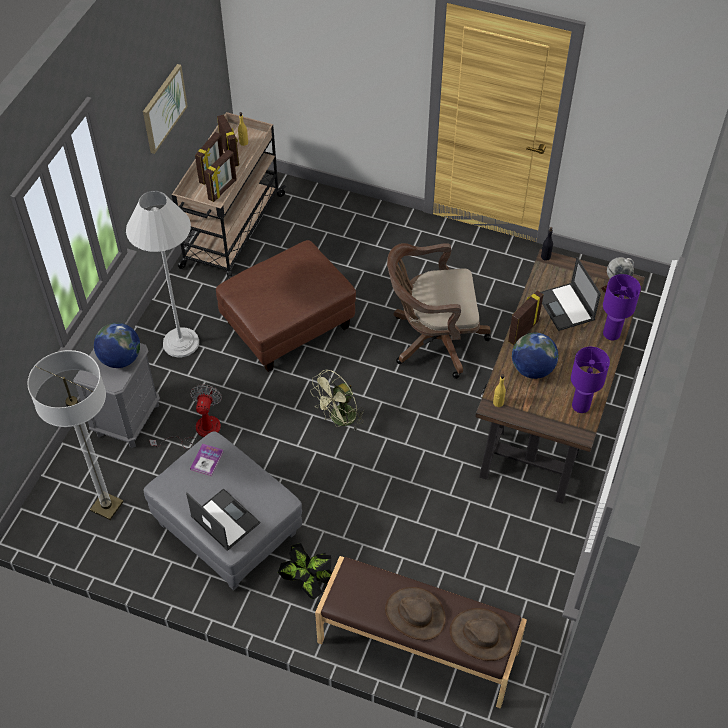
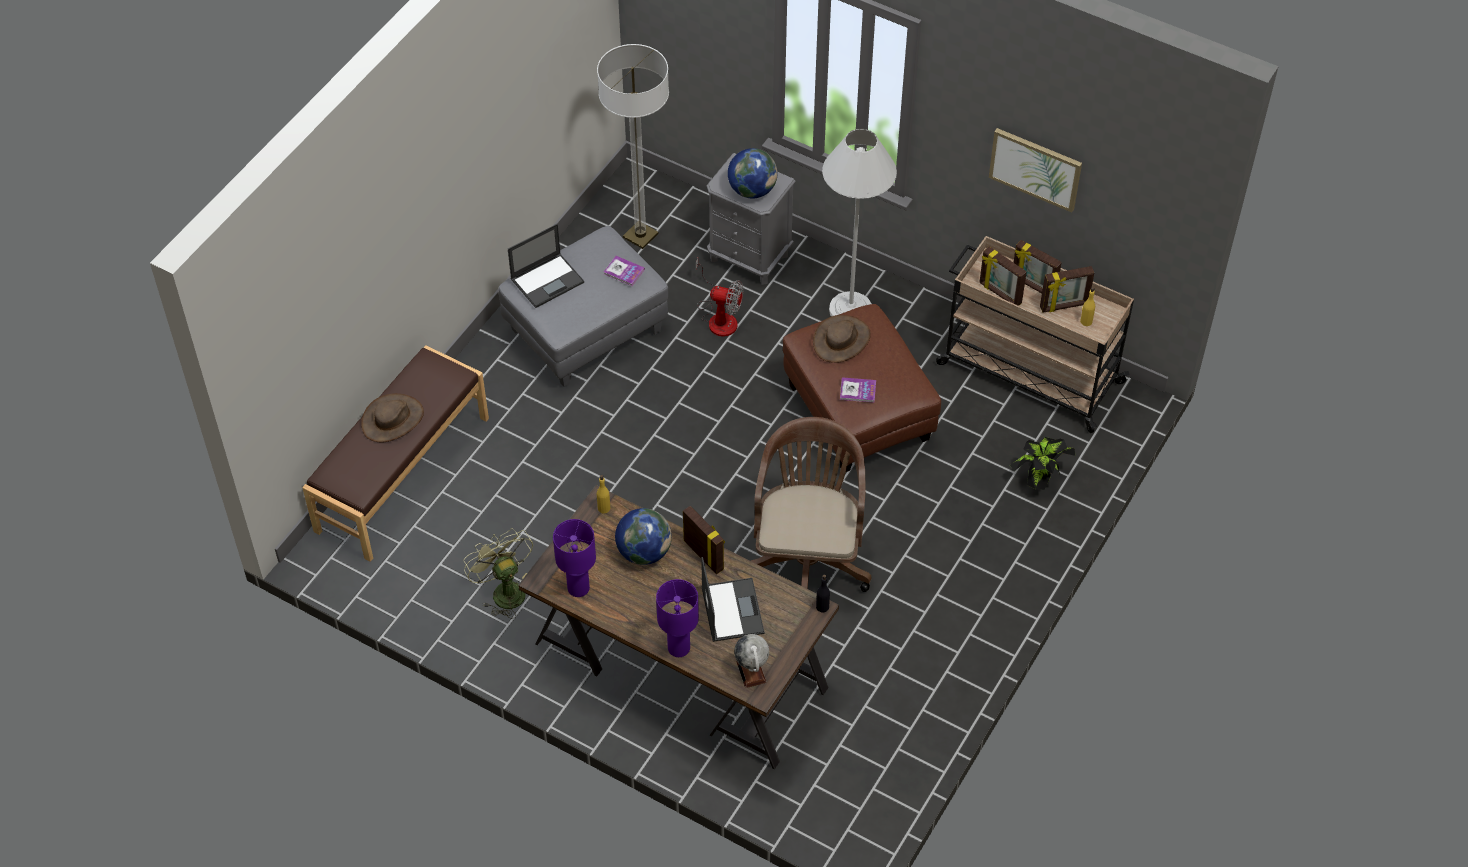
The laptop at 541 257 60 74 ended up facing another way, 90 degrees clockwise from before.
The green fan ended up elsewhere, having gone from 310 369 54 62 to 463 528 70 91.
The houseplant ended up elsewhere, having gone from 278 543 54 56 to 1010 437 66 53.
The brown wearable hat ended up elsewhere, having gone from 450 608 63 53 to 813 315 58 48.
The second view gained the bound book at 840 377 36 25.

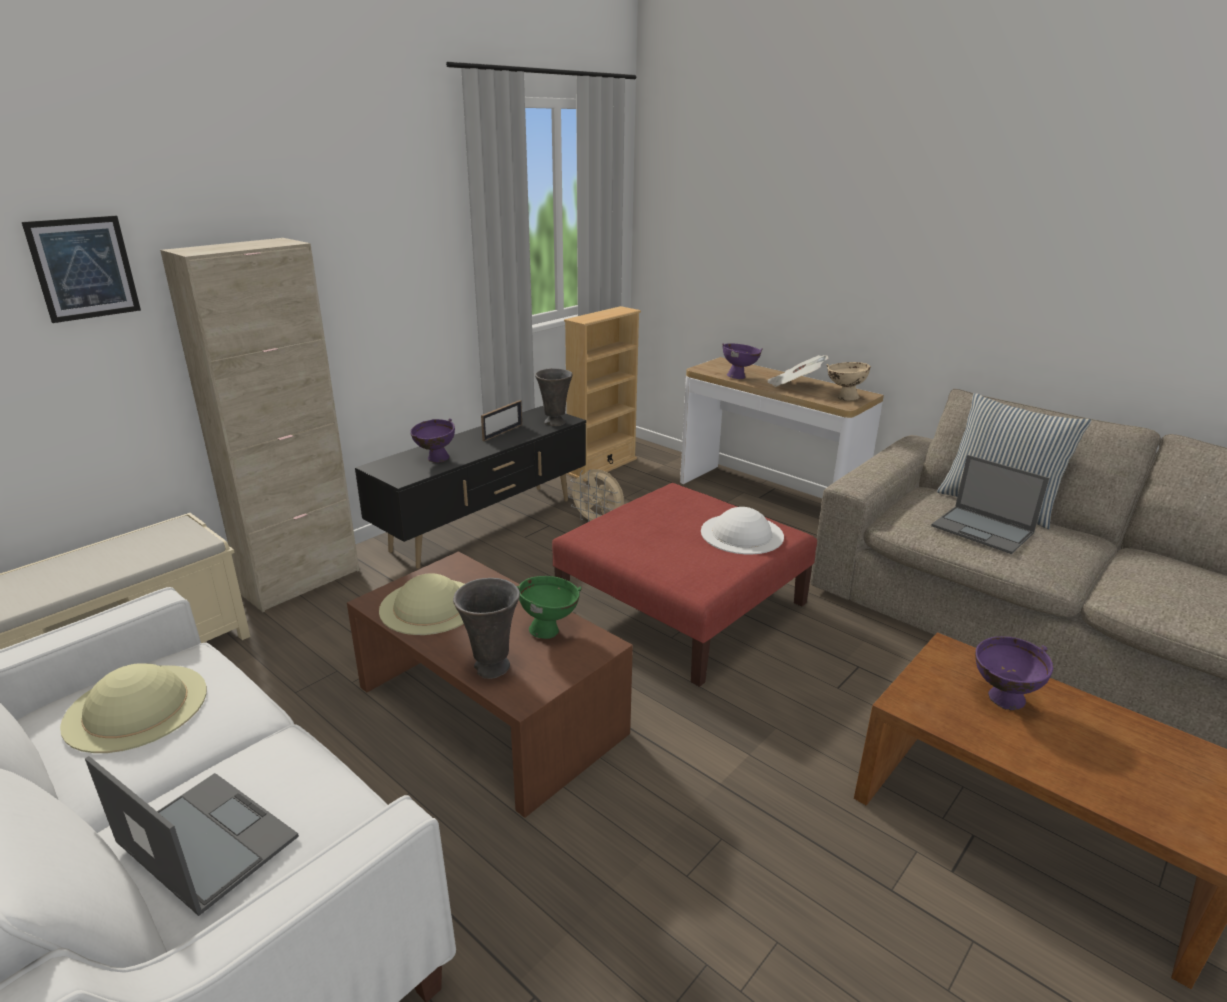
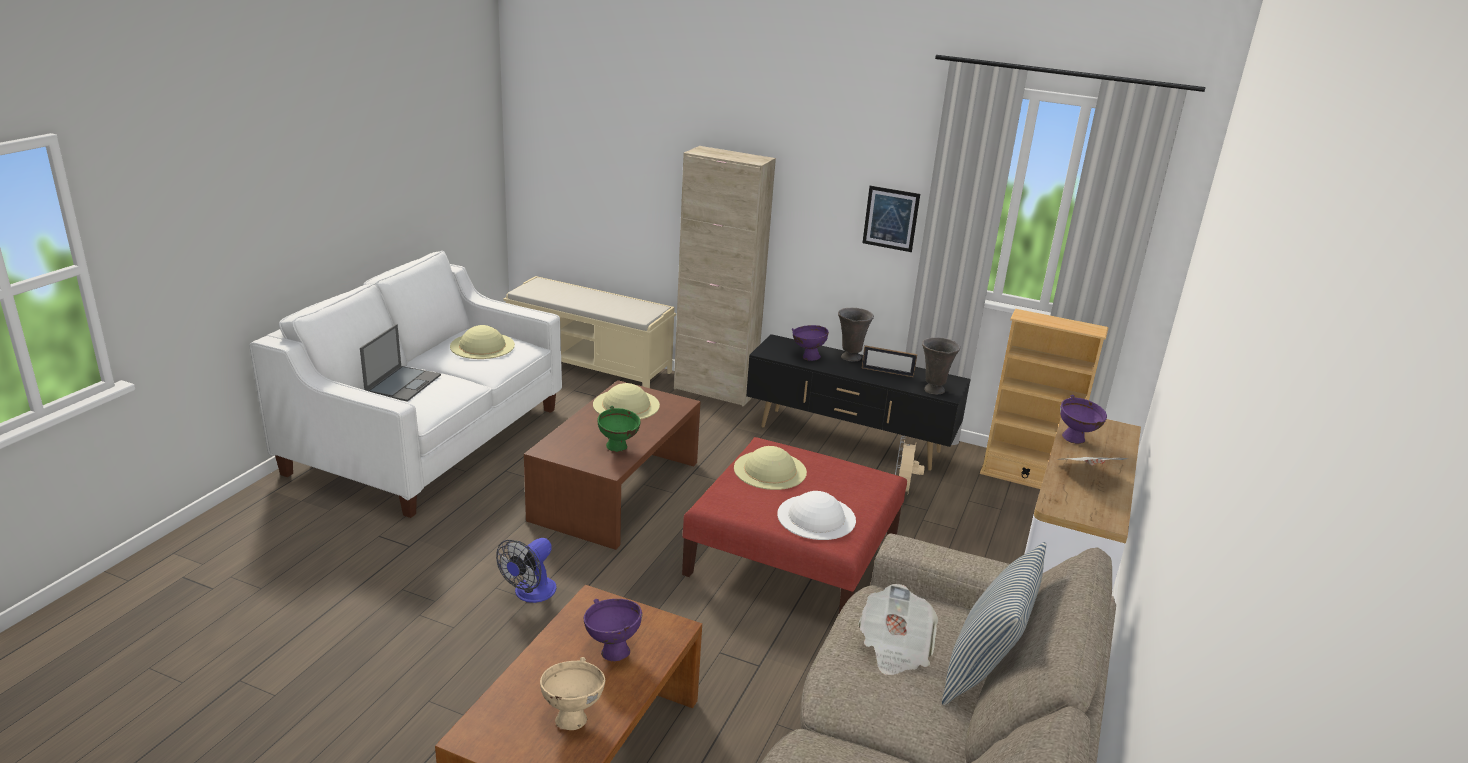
The wall art ended up elsewhere, having gone from 22 216 119 107 to 862 186 58 66.
The sand-coloured bowl ended up elsewhere, having gone from 827 362 44 39 to 540 657 65 73.
Where the laptop stood at 931 455 118 99, the newspaper came to stand at 858 584 80 91.
The gray decorative vase ended up elsewhere, having gone from 453 578 67 101 to 838 308 36 53.
The second view gained the sand-coloured wearable hat at 734 446 73 44.
The second view gained the fan at 496 538 61 65.

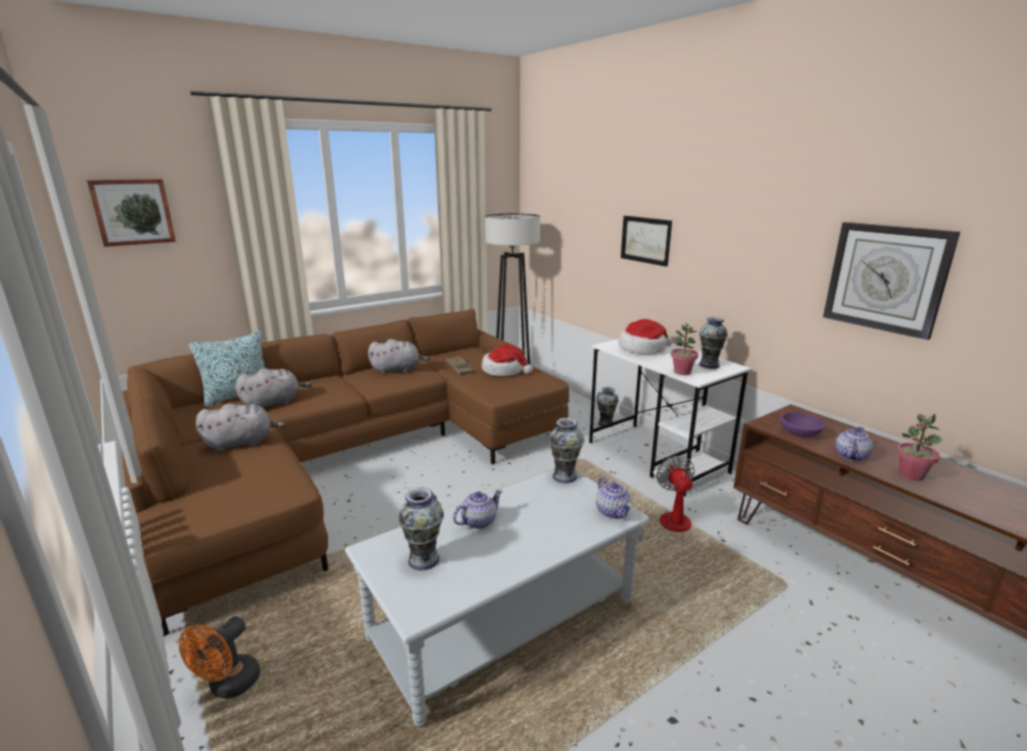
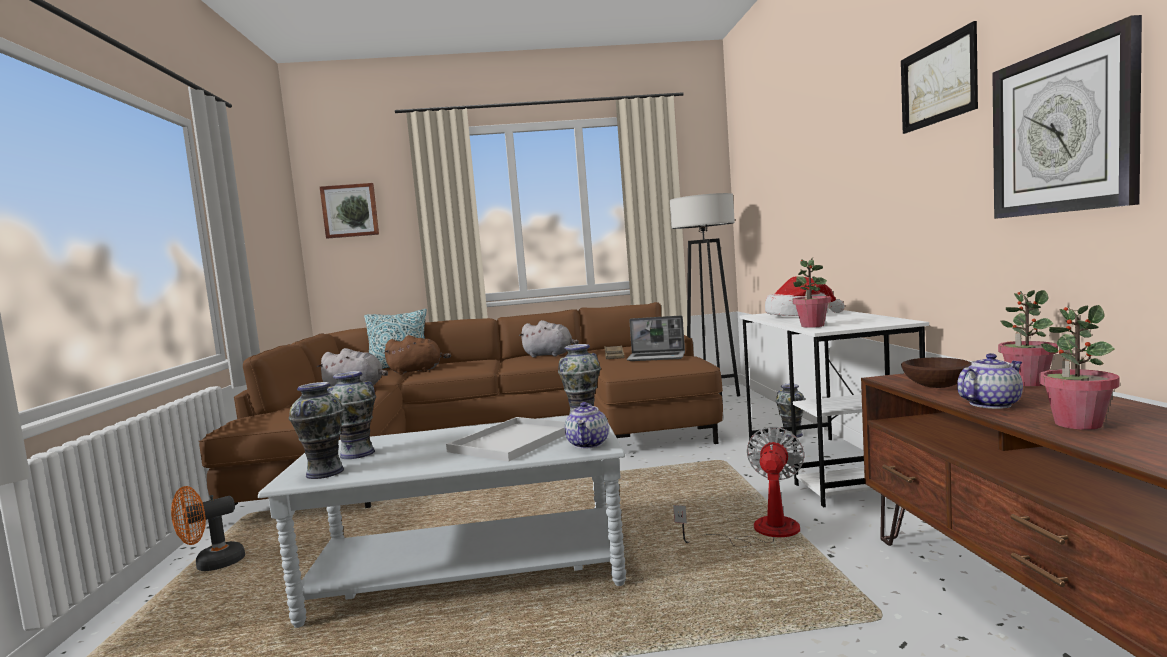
The wall art ended up elsewhere, having gone from 621 216 51 51 to 901 21 77 113.
The decorative vase ended up elsewhere, having gone from 699 317 29 52 to 289 382 55 97.
Where the wearable hat stood at 482 344 51 32, the laptop came to stand at 627 316 58 45.
What was the gray cuddly toy at 235 368 77 40 turned into the brown cuddly toy at 384 335 67 39.
What was the purple bowl at 780 412 45 25 turned into the brown bowl at 901 358 71 30.
The second view lost the teapot at 453 489 49 40.
The second view gained the houseplant at 998 290 60 96.
The second view gained the whitish carrying tray at 446 417 119 45.

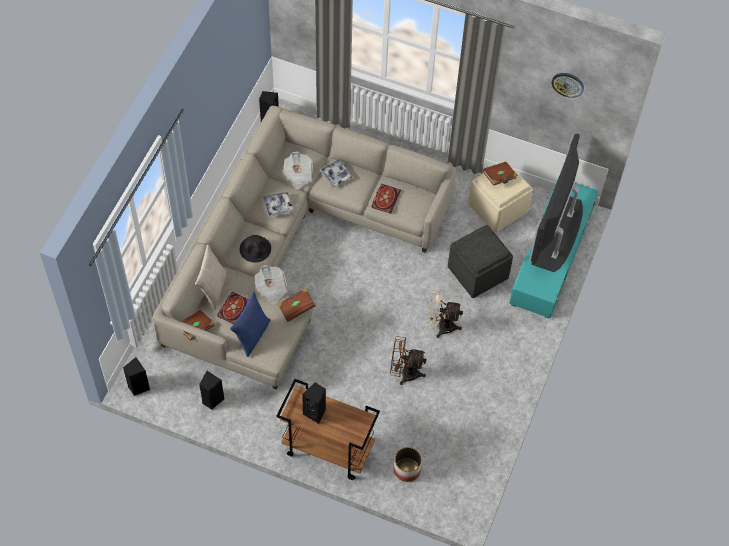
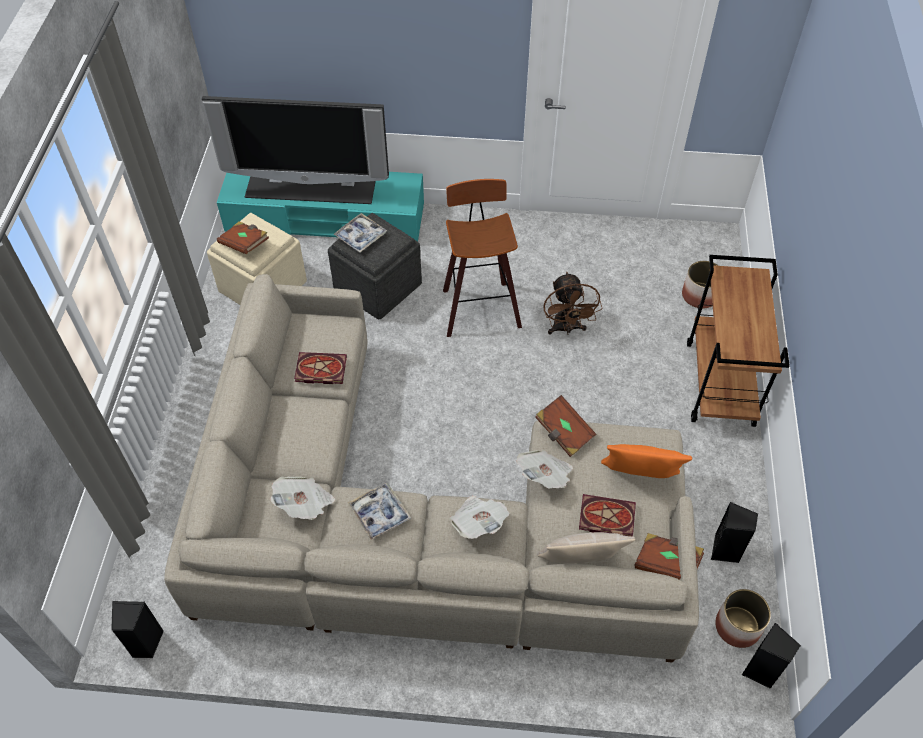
The second view lost the clock on the wall at 552 73 32 25.
The carrying tray ended up elsewhere, having gone from 319 159 35 29 to 333 213 54 40.
Where the black wearable hat stood at 240 235 31 27, the newspaper came to stand at 449 496 60 43.
Where the sand-coloured fan stood at 428 290 35 48, the sitting stool came to stand at 443 179 79 158.
What was the blue-coloured throw pillow at 230 292 41 65 turned into the orange-coloured throw pillow at 601 444 91 34.
The second view lost the black loudspeaker at 302 383 24 41.
The second view gained the planter at 715 589 56 59.

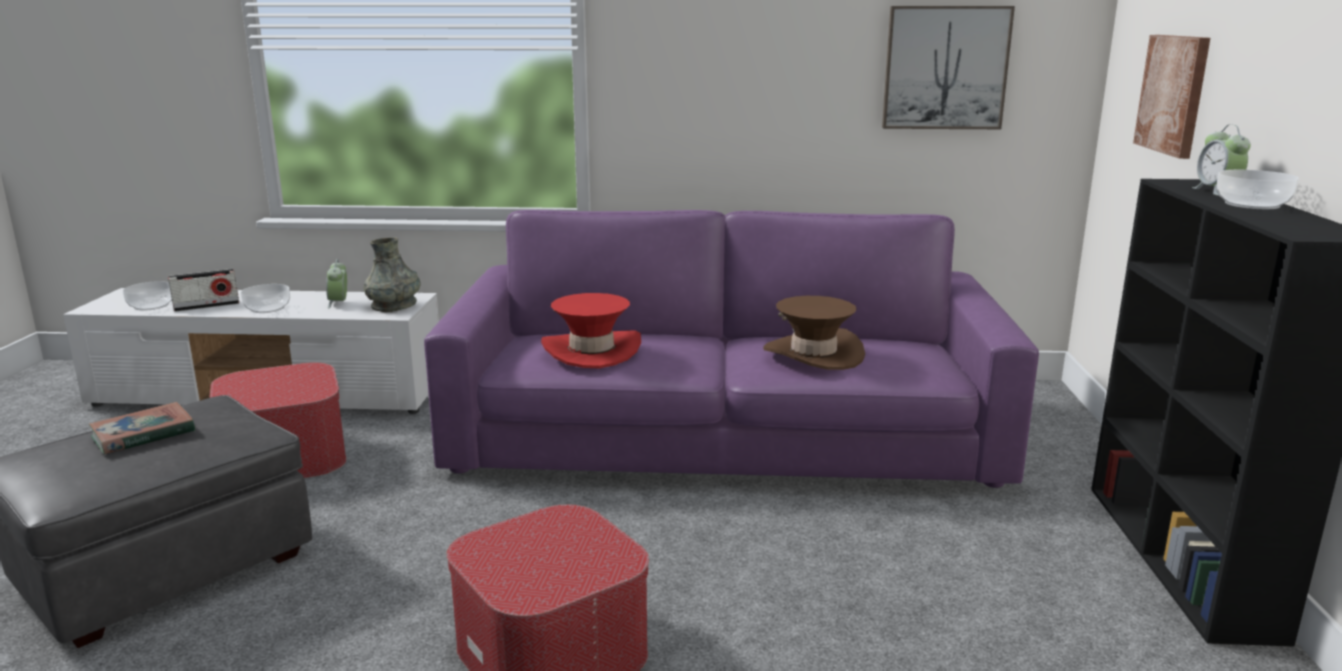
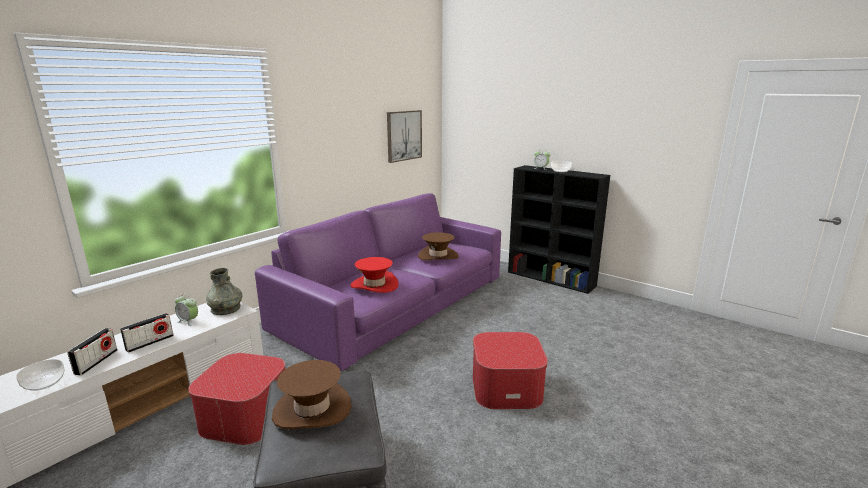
The second view lost the wall art at 1133 35 77 124.
Where the bowl stood at 241 284 49 29, the radio receiver came to stand at 120 313 54 40.
Where the bound book stood at 89 402 106 52, the brown wearable hat came to stand at 272 360 80 69.

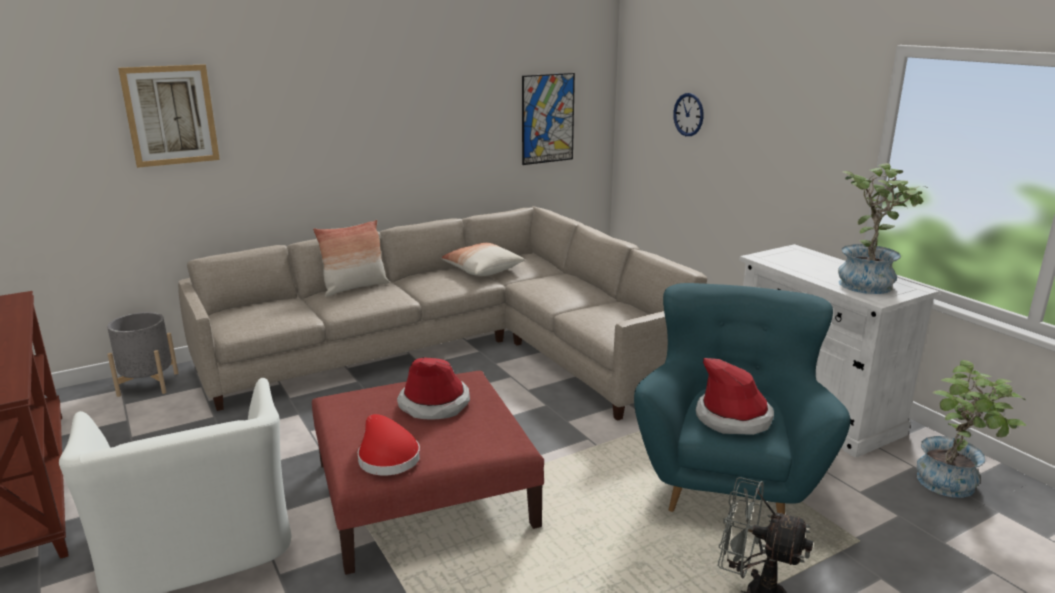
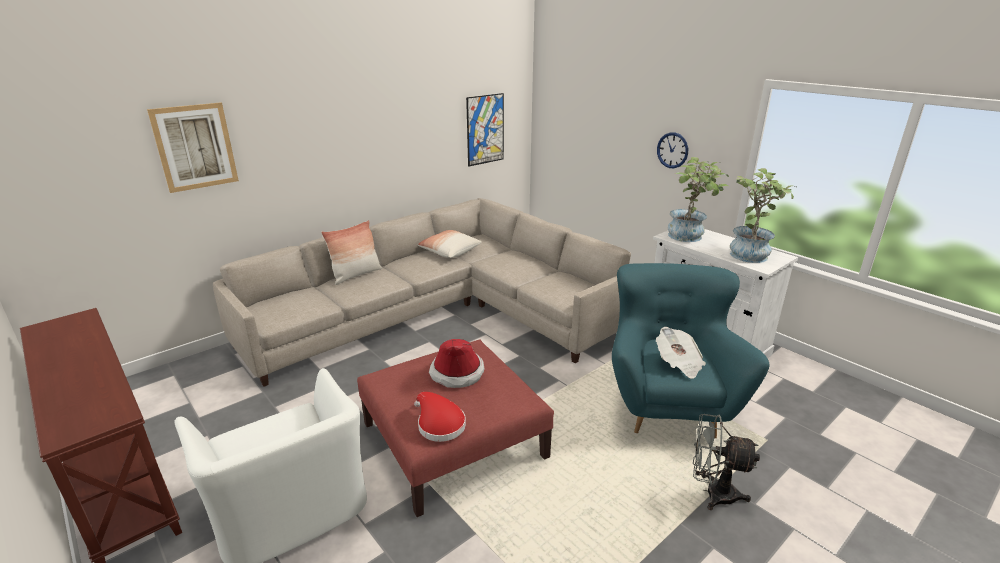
The clock on the wall ended up elsewhere, having gone from 673 93 31 43 to 657 132 31 36.
The second view lost the gray planter at 107 312 71 85.
Where the wearable hat stood at 696 358 78 77, the newspaper came to stand at 656 327 50 52.
The houseplant ended up elsewhere, having gone from 917 360 109 138 to 668 157 61 85.

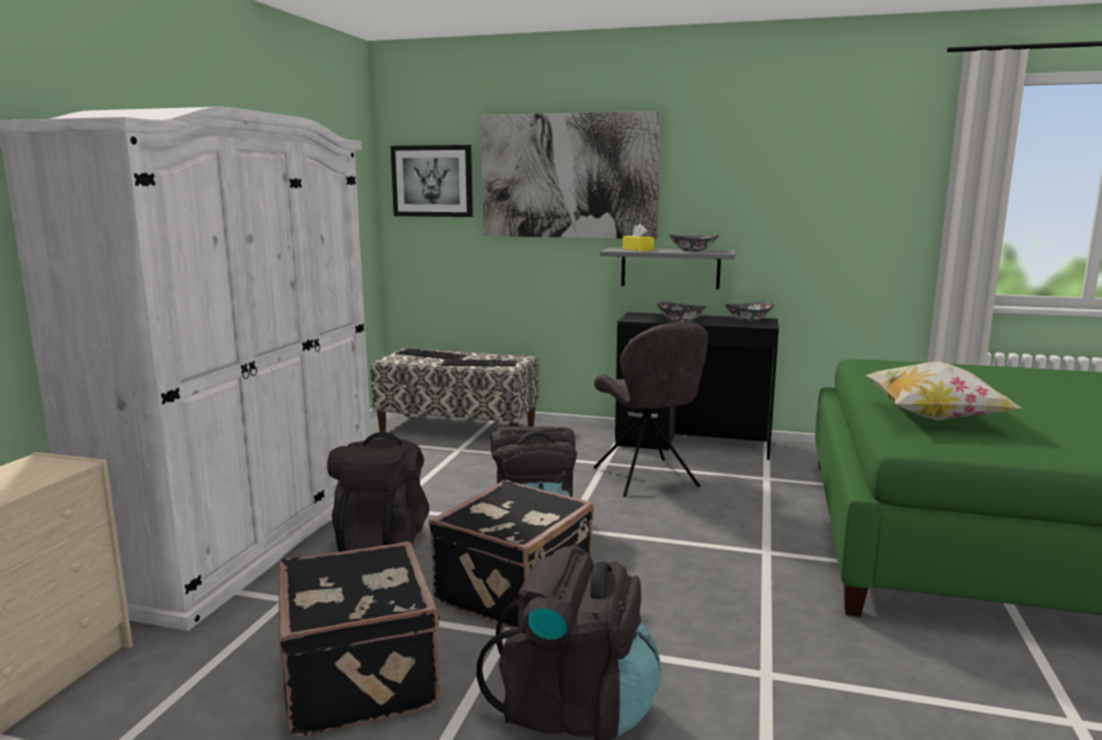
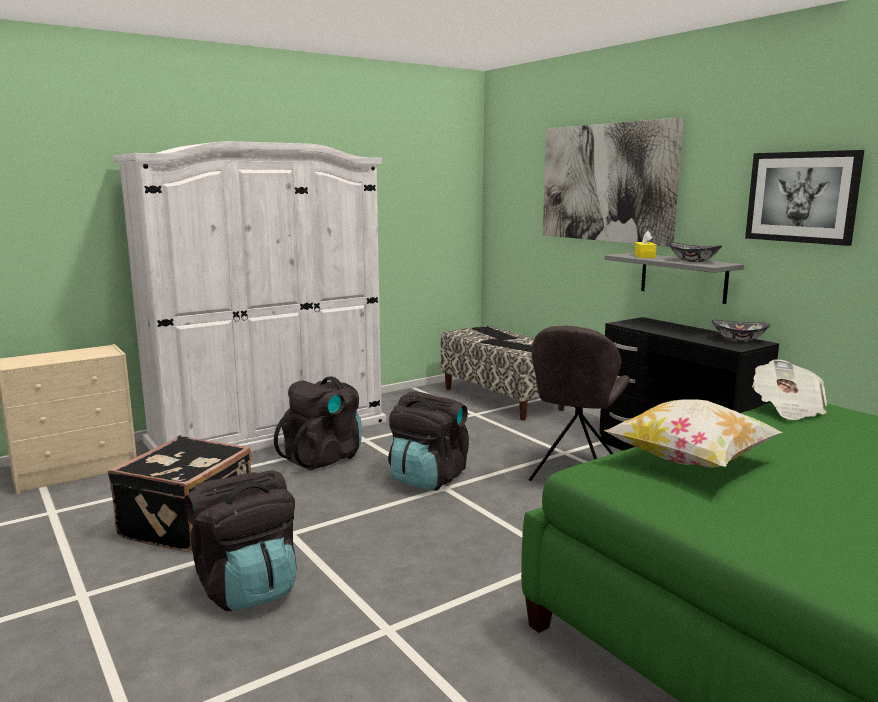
The wall art ended up elsewhere, having gone from 391 145 82 72 to 745 150 119 96.
The second view lost the bowl at 657 302 50 20.
The second view lost the black piece of luggage at 429 479 165 150.
The second view gained the newspaper at 752 359 75 61.

